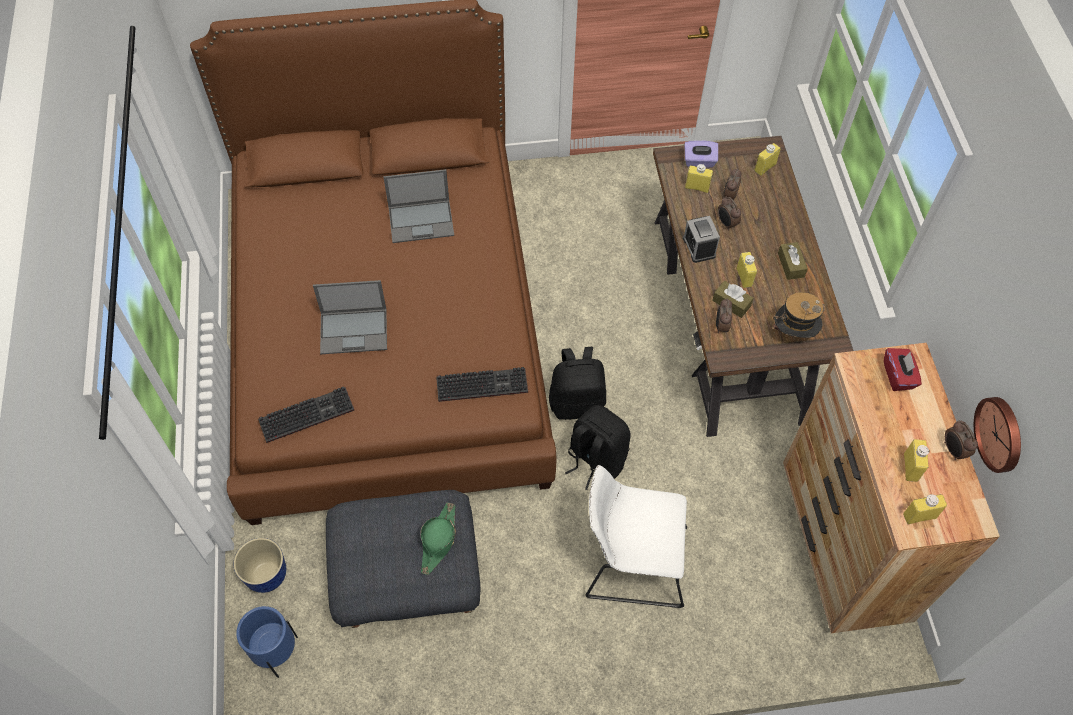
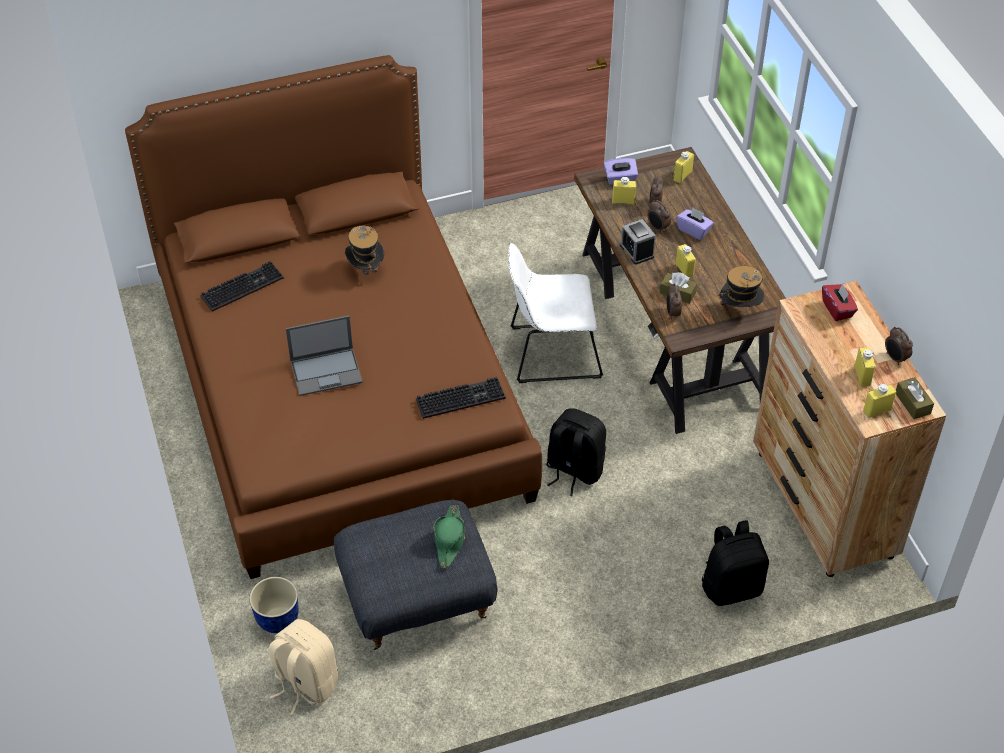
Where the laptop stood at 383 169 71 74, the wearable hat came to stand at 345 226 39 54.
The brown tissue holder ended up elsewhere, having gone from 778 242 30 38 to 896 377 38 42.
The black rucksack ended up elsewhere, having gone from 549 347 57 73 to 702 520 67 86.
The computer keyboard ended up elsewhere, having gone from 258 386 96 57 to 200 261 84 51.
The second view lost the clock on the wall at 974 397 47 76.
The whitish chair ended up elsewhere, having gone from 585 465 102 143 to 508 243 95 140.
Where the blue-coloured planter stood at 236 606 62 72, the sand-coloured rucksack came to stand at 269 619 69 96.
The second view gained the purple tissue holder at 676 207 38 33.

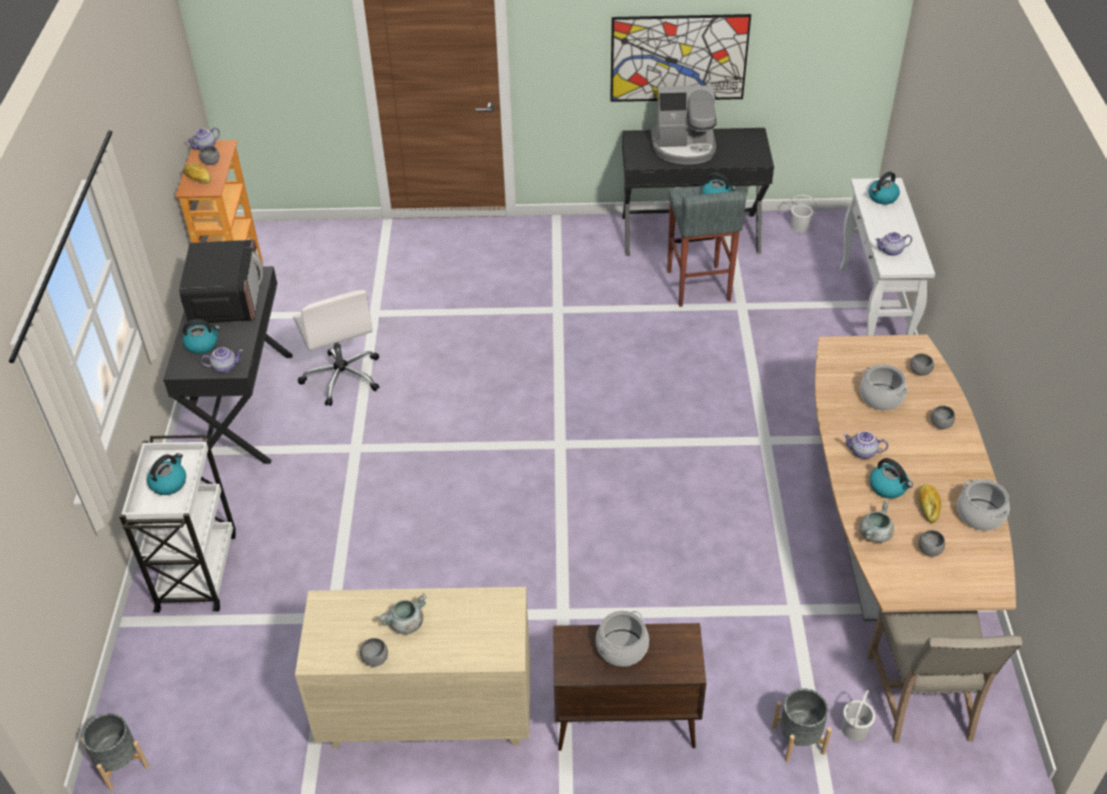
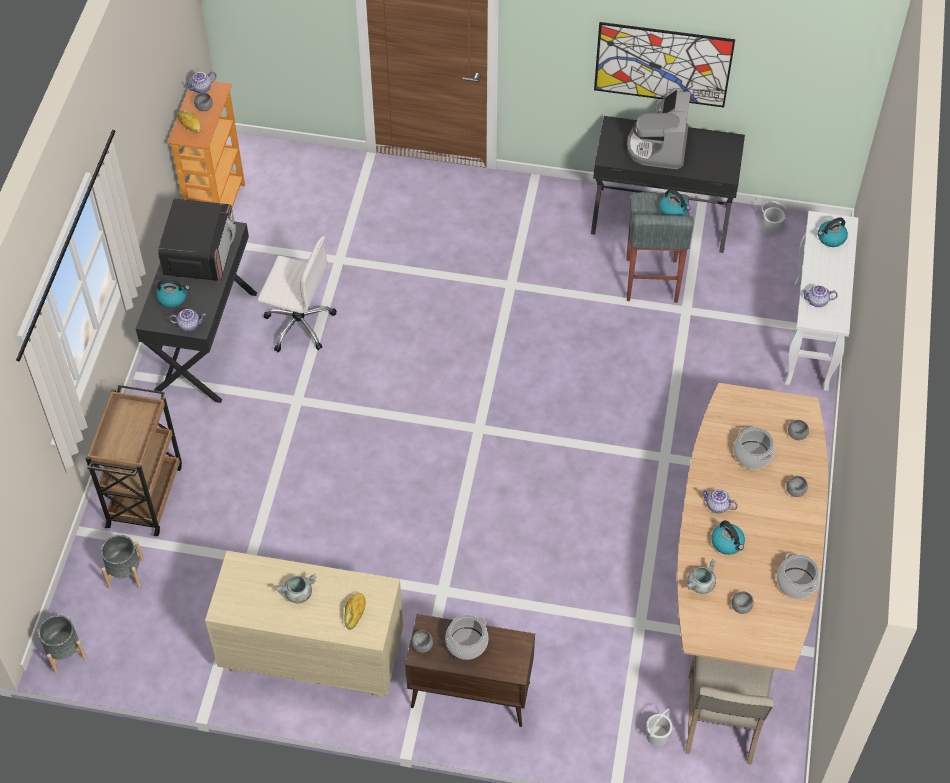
The coffee maker at 651 85 66 79 ended up facing another way, 90 degrees clockwise from before.
The whitish computer chair at 293 290 86 116 ended up facing another way, 60 degrees counterclockwise from before.
What was the whitish cart at 119 435 117 178 turned into the brown cart at 85 385 97 151.
The second view lost the kettle at 147 453 39 42.
The bread ended up elsewhere, having gone from 919 484 22 39 to 344 593 22 36.
The gray bowl ended up elsewhere, having gone from 360 638 28 28 to 411 630 22 23.
The gray planter ended up elsewhere, having gone from 772 688 60 74 to 101 535 43 53.

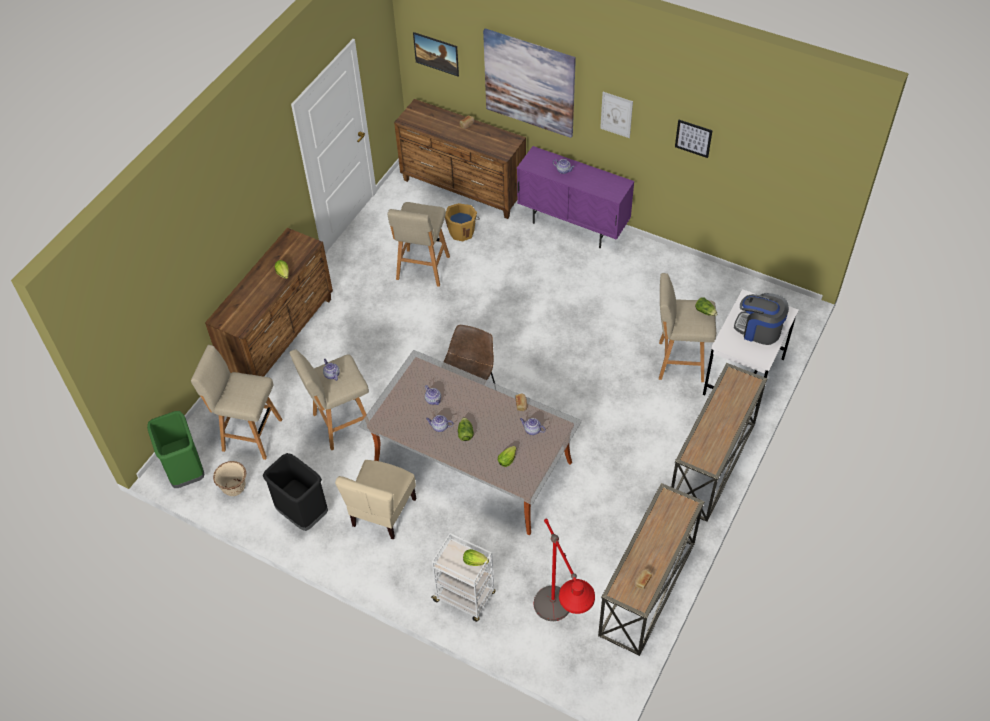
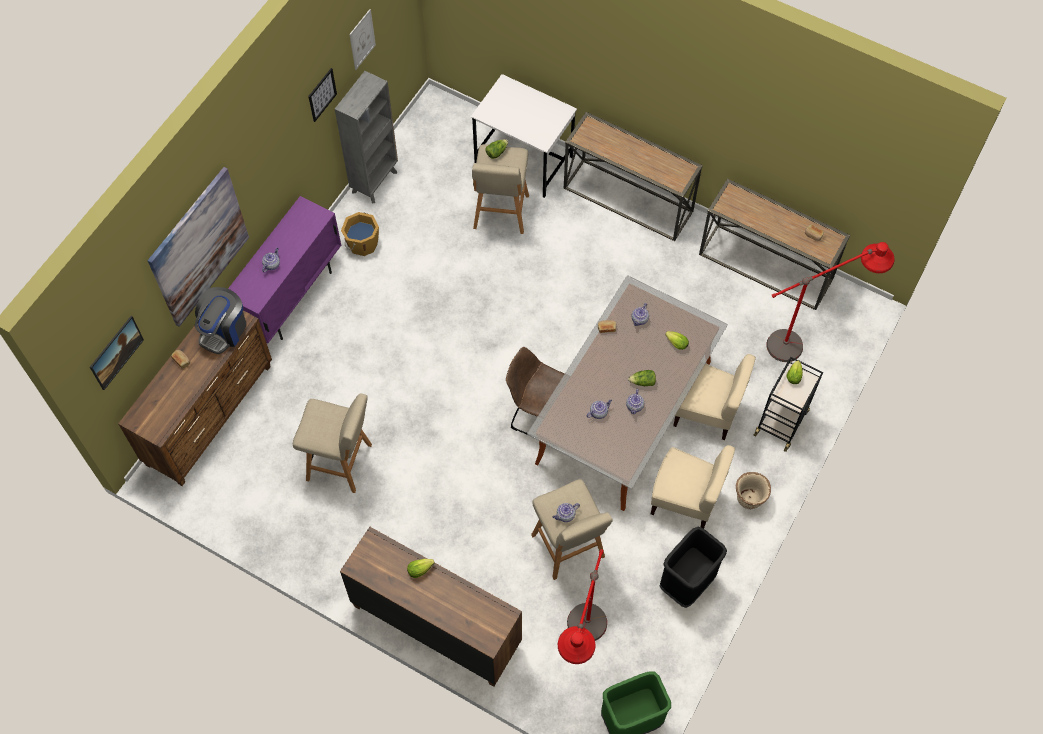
The wall art ended up elsewhere, having gone from 600 92 33 46 to 349 9 27 61.
The orange-coloured pail ended up elsewhere, having gone from 445 203 35 38 to 341 212 38 44.
The coffee maker ended up elsewhere, having gone from 734 293 55 52 to 195 287 51 67.
Where the sand-coloured sitting stool stood at 191 345 91 115, the reddish floor lamp came to stand at 558 549 49 115.
The sand-coloured planter ended up elsewhere, having gone from 213 461 33 35 to 736 472 35 37.
What was the whitish cart at 431 533 65 89 turned into the black cart at 753 356 70 96.
The second view gained the gray bookcase at 335 71 63 133.
The second view gained the sand-coloured chair at 673 354 83 86.

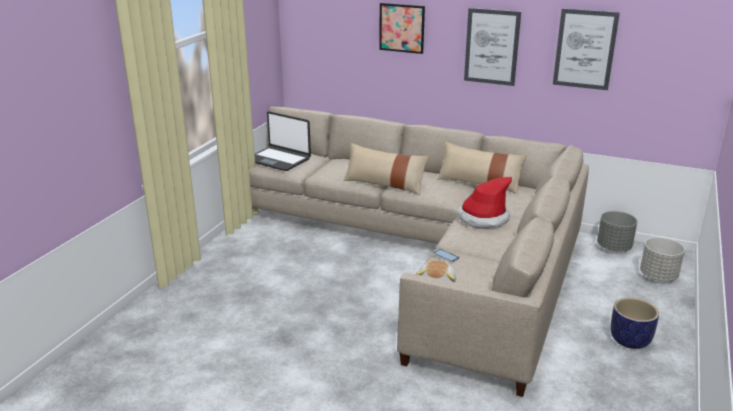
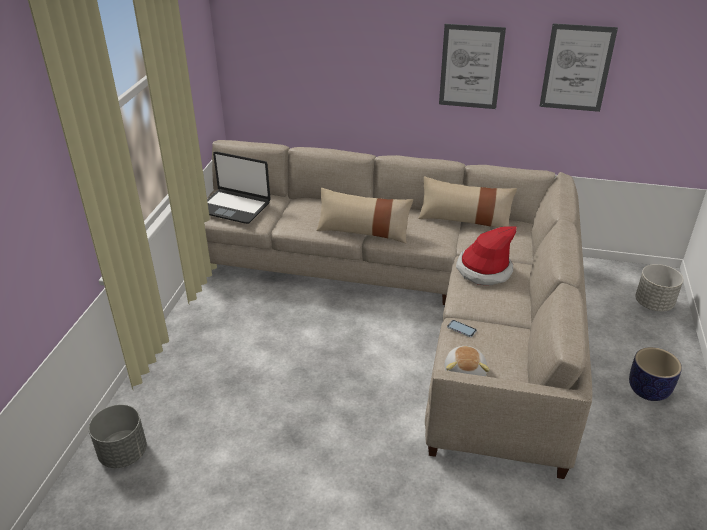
The second view lost the wall art at 379 3 46 51.
The gray planter ended up elsewhere, having gone from 597 211 40 40 to 89 405 58 63.

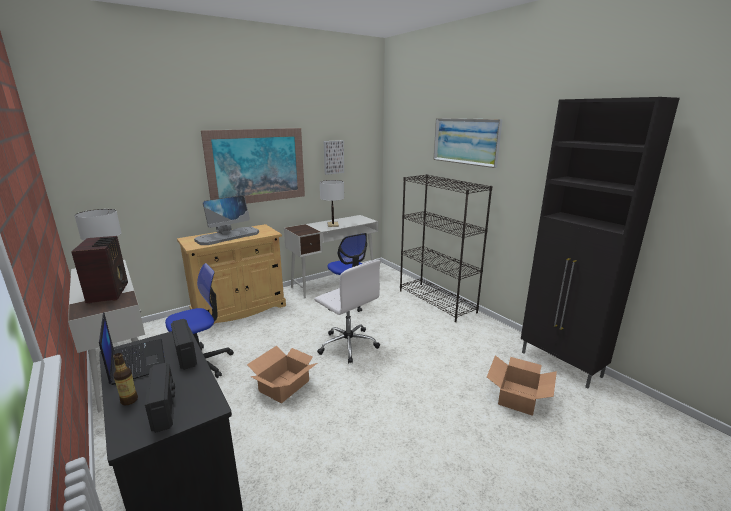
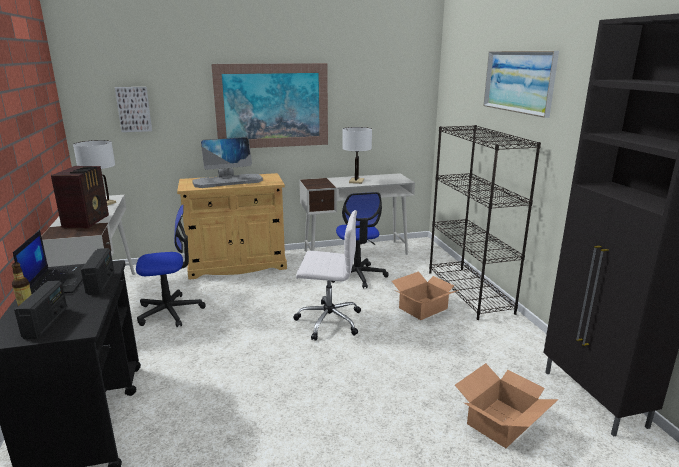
The wall art ended up elsewhere, having gone from 324 140 20 35 to 115 87 37 45.
The whitish computer chair at 315 260 65 103 ended up facing another way, 60 degrees counterclockwise from before.
The cardboard box ended up elsewhere, having gone from 247 345 70 58 to 392 271 67 49.

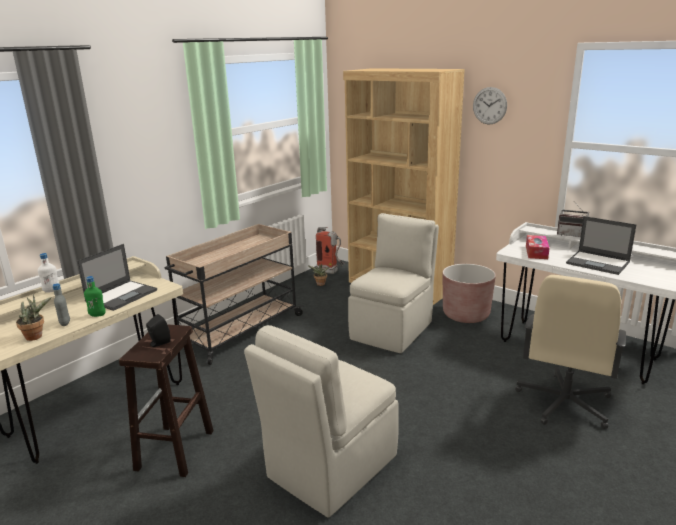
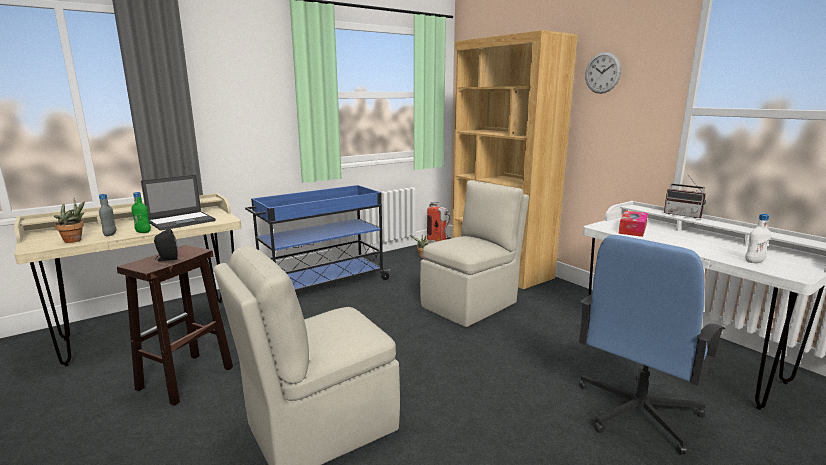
The second view lost the laptop at 566 216 70 59.
What was the sand-coloured cart at 165 224 139 141 turned into the blue-coloured cart at 245 185 146 106.
The whitish bottle ended up elsewhere, having gone from 38 253 22 40 to 745 214 26 49.
The second view lost the brown planter at 443 264 53 59.
What was the sand-coloured computer chair at 515 275 111 154 turned into the blue-coloured computer chair at 579 235 146 220.

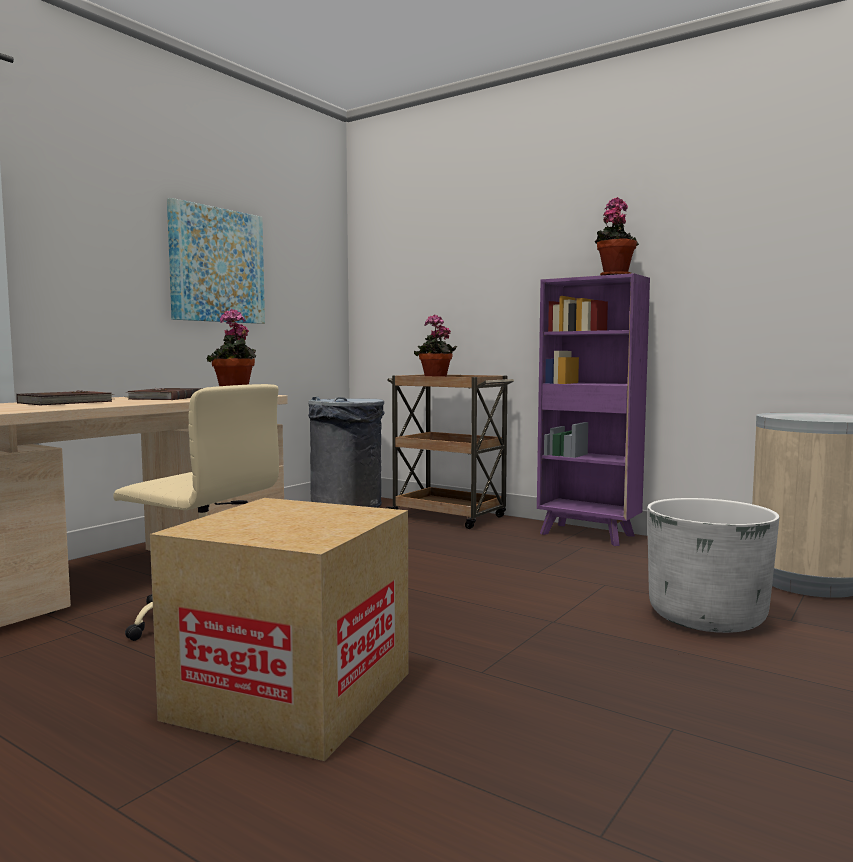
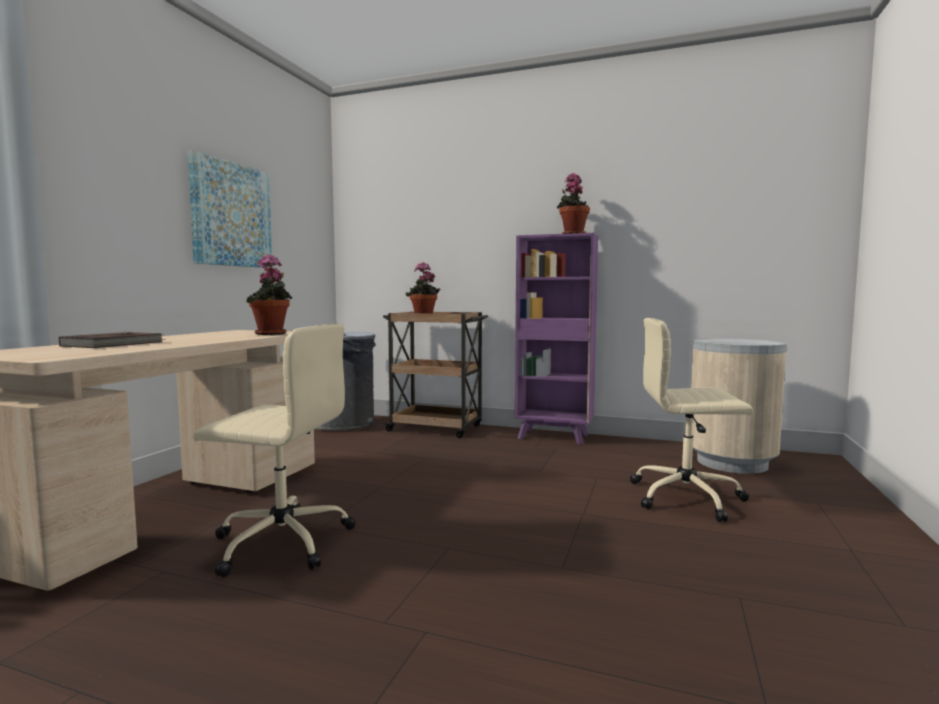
The second view lost the brown bound book at 125 388 78 12.
The second view lost the cardboard box at 150 498 259 263.
Where the whitish planter stood at 647 498 132 135, the sand-coloured computer chair came to stand at 630 318 123 204.

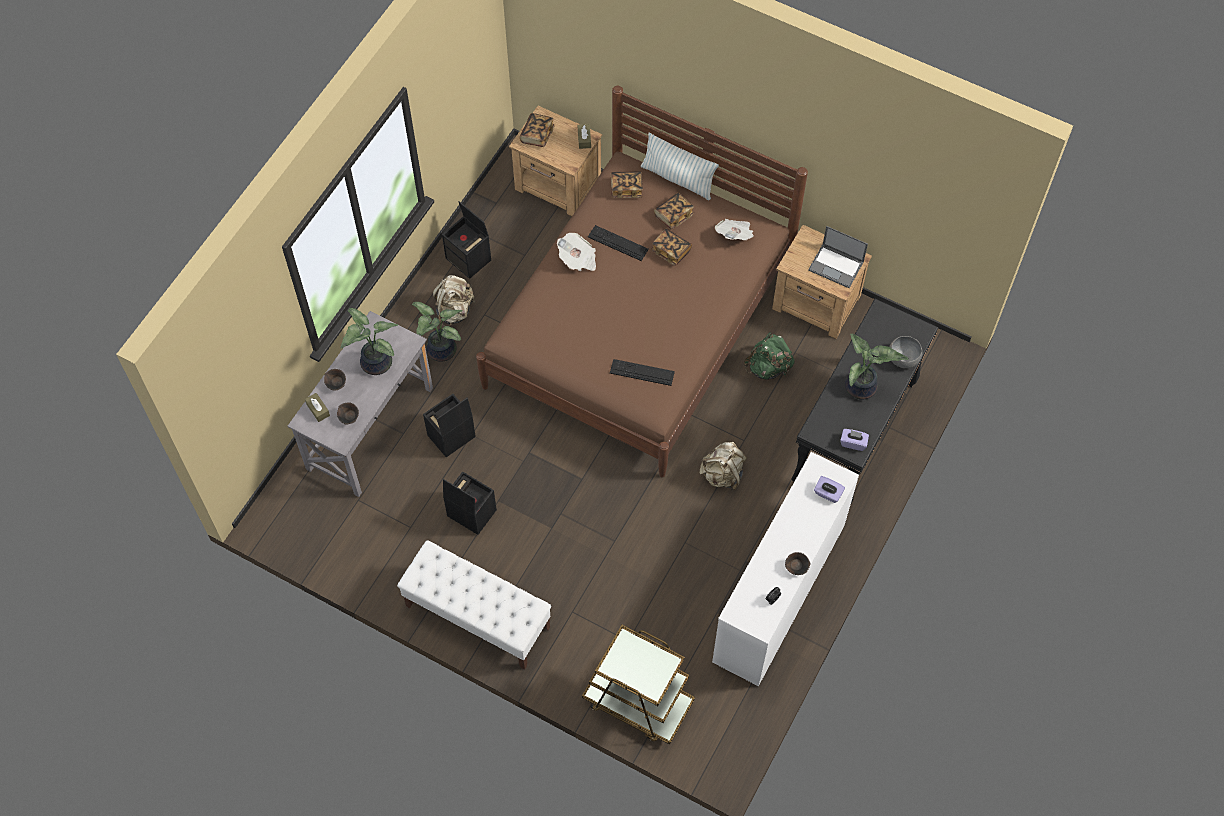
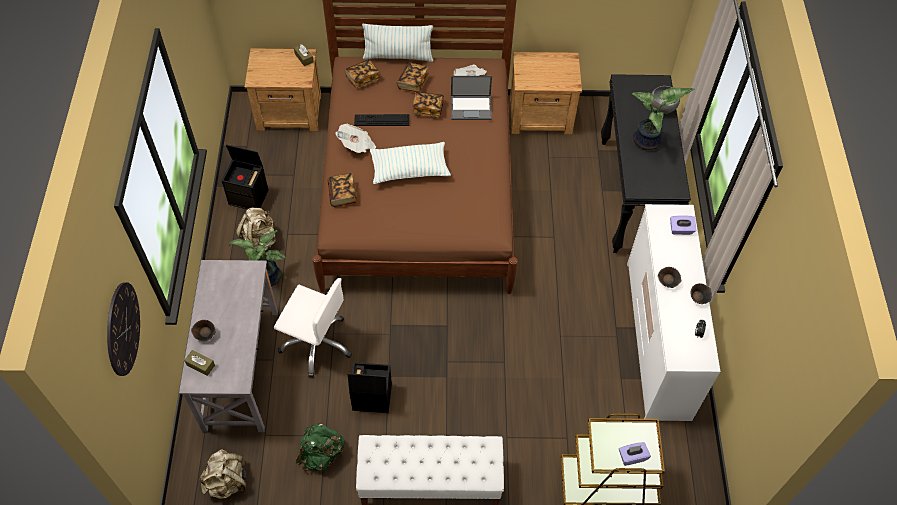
The bound book ended up elsewhere, having gone from 520 113 35 34 to 327 173 30 34.
The laptop ended up elsewhere, having gone from 808 226 60 62 to 451 76 41 44.
The second view lost the houseplant at 341 308 58 67.
The green rucksack ended up elsewhere, having gone from 744 332 51 48 to 296 423 49 48.
The second view lost the computer keyboard at 610 359 65 27.
Where the black storage container stood at 423 394 53 63, the whitish computer chair came to stand at 274 278 78 100.
The brown bowl ended up elsewhere, having gone from 337 402 22 22 to 658 267 23 21.
The purple tissue holder ended up elsewhere, having gone from 840 429 29 22 to 619 442 32 24.
The sand-coloured rucksack ended up elsewhere, having gone from 699 442 48 48 to 199 449 47 50.
The second view gained the throw pillow at 370 142 81 42.
The second view gained the clock on the wall at 107 282 33 94.

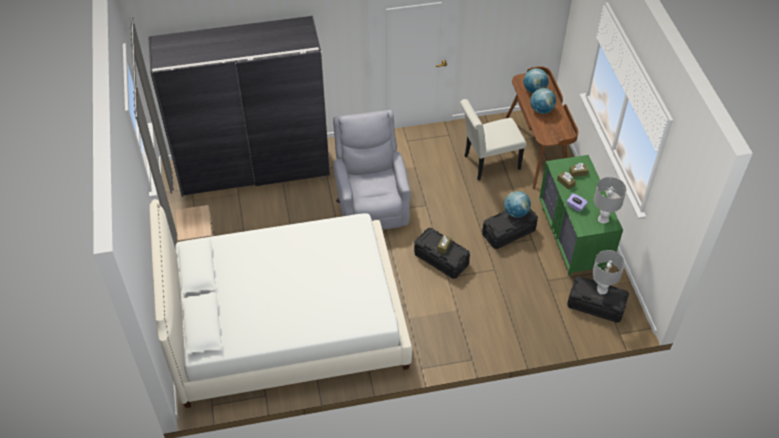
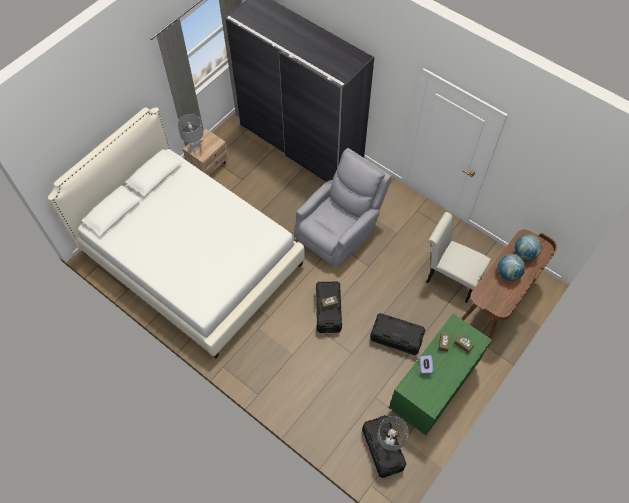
The gray table lamp ended up elsewhere, having gone from 594 177 33 46 to 177 114 27 38.
The second view lost the globe at 504 191 27 27.

